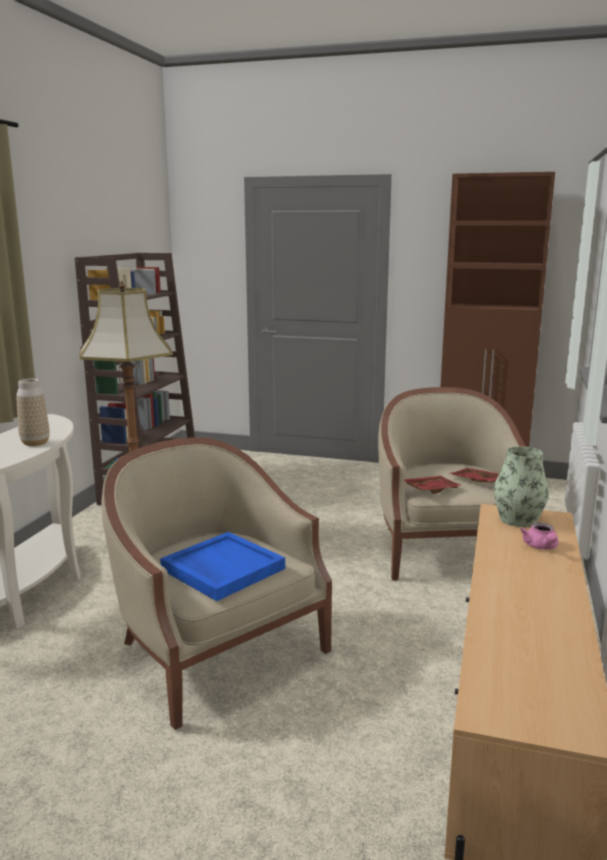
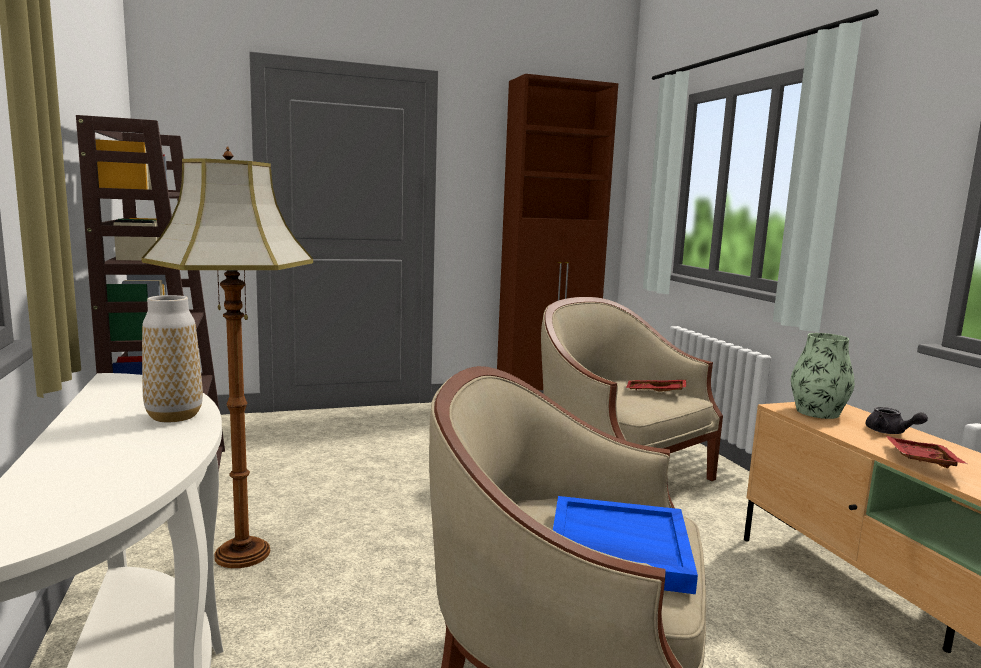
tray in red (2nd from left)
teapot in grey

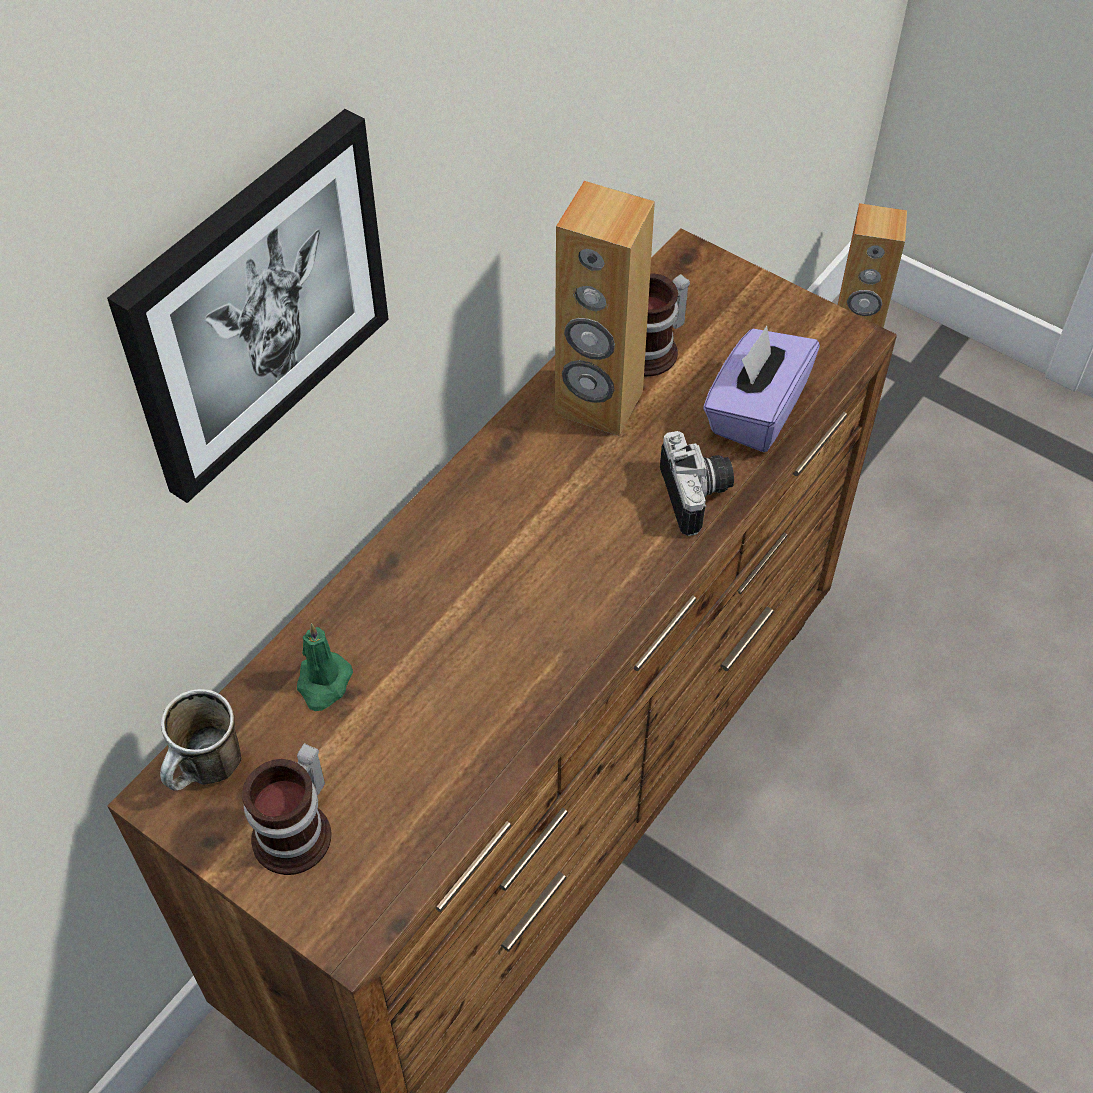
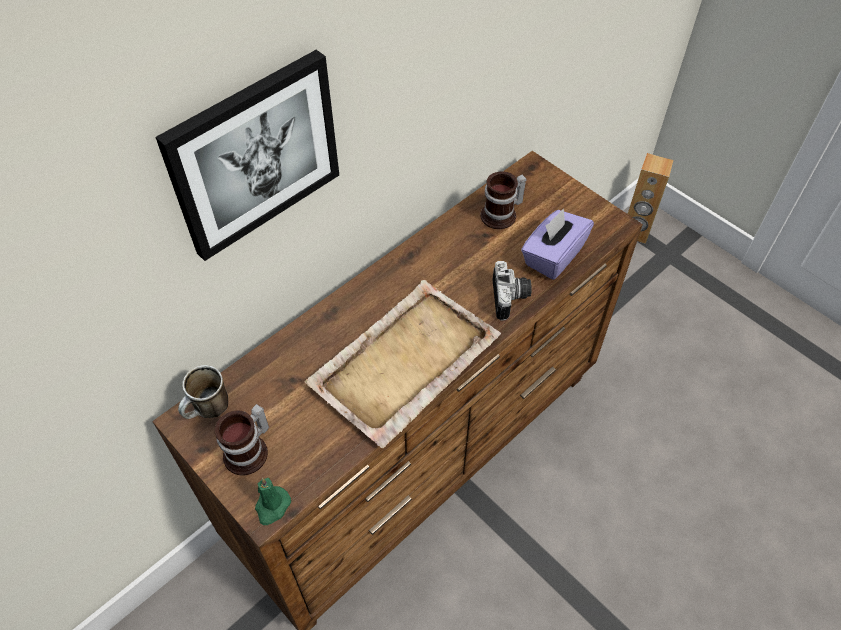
speaker in brown (1st from left in the first image)
tray in beige
candle in green

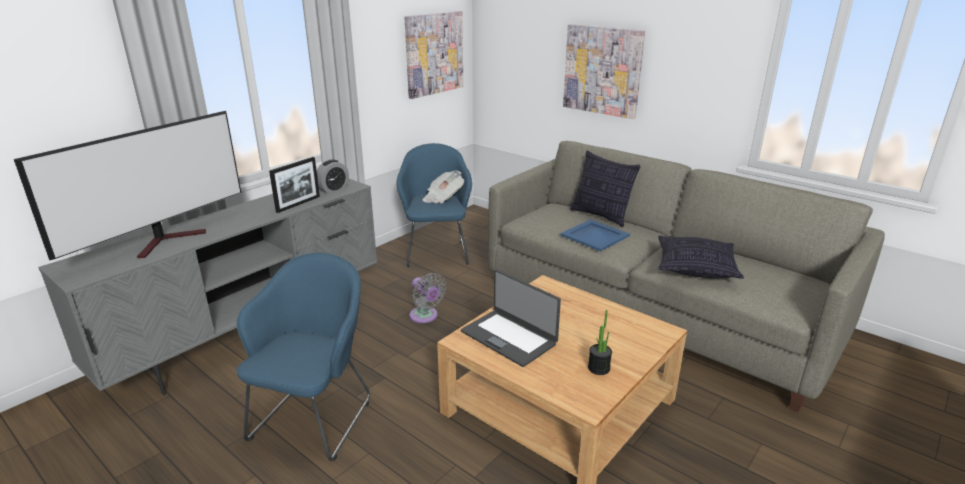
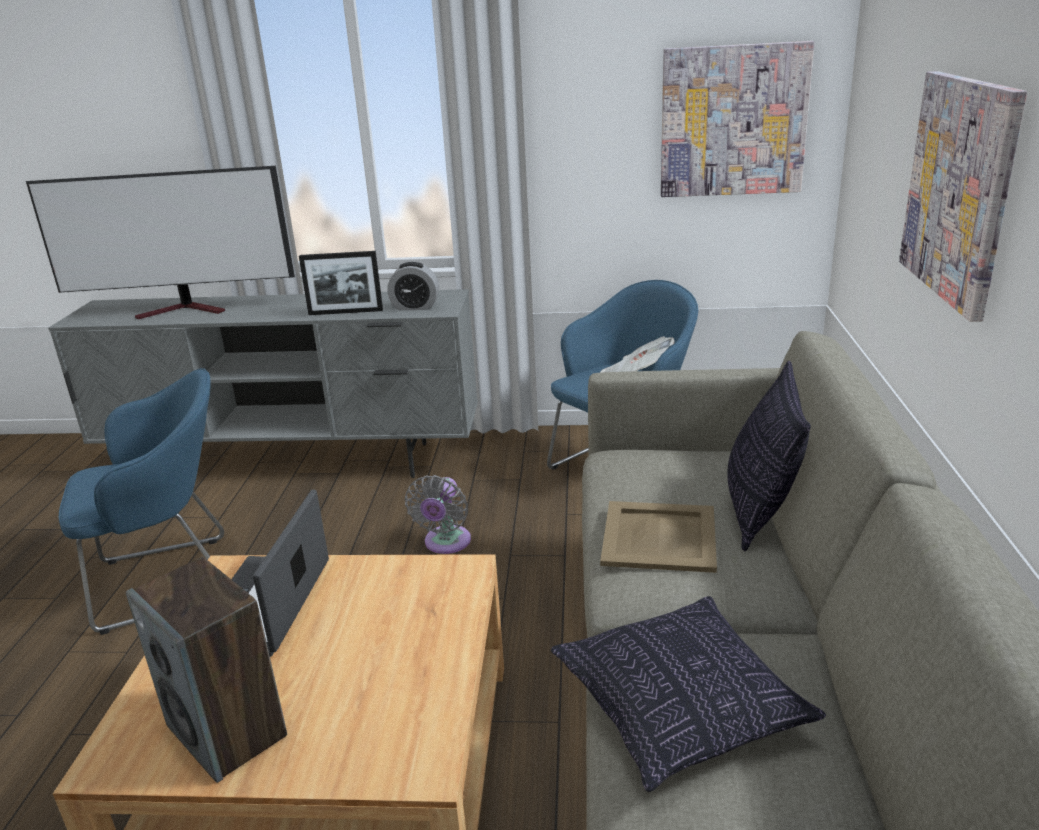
speaker
tray in beige

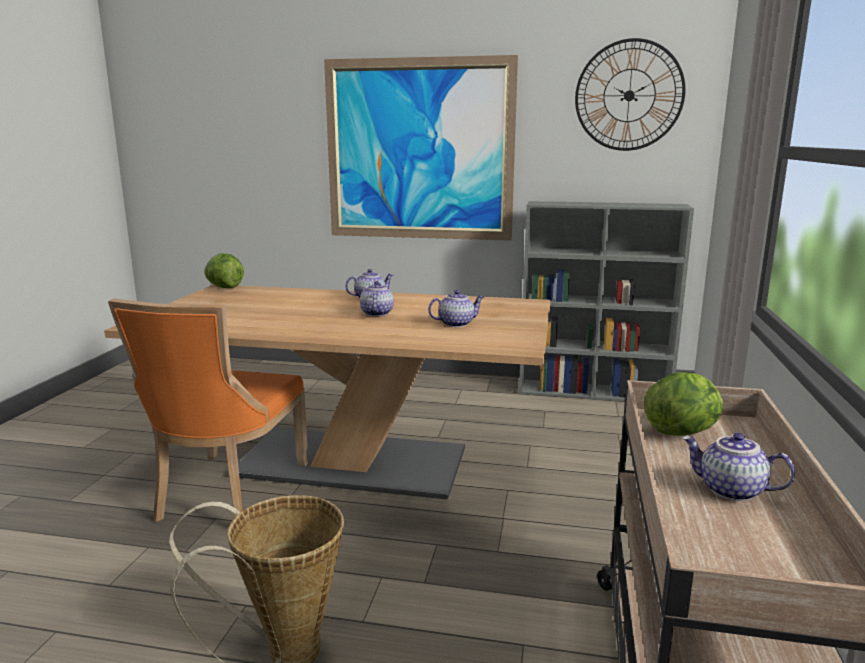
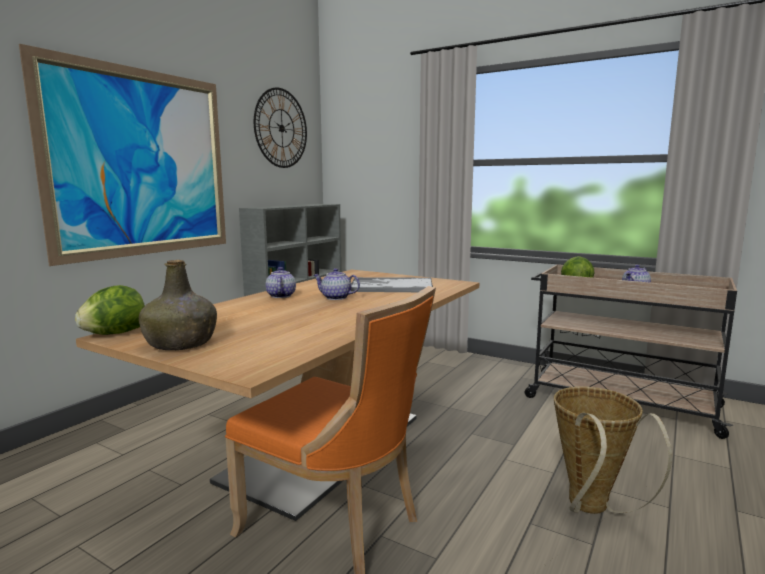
bottle in green
tray

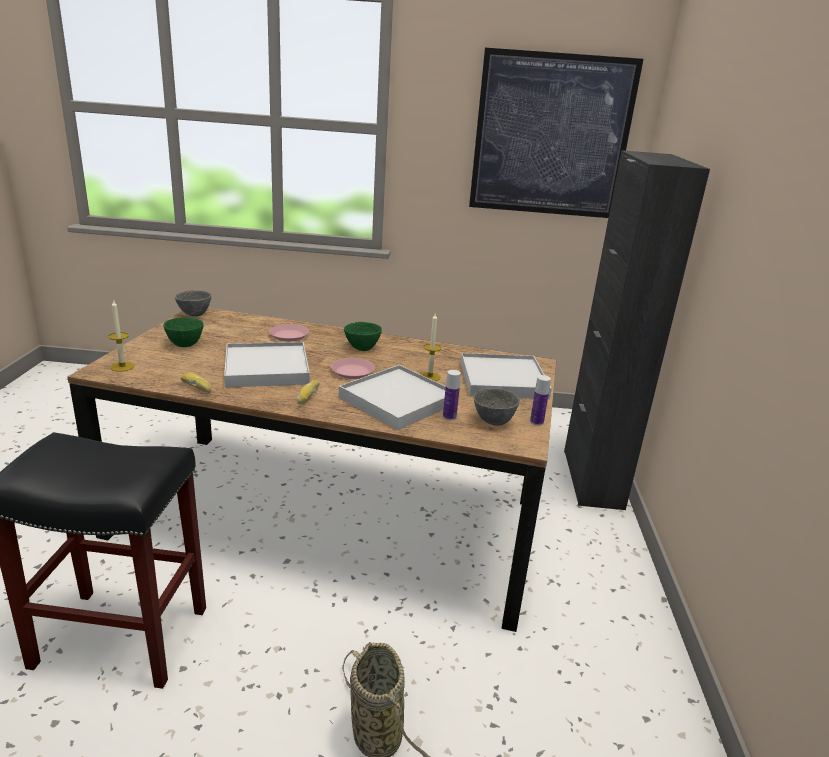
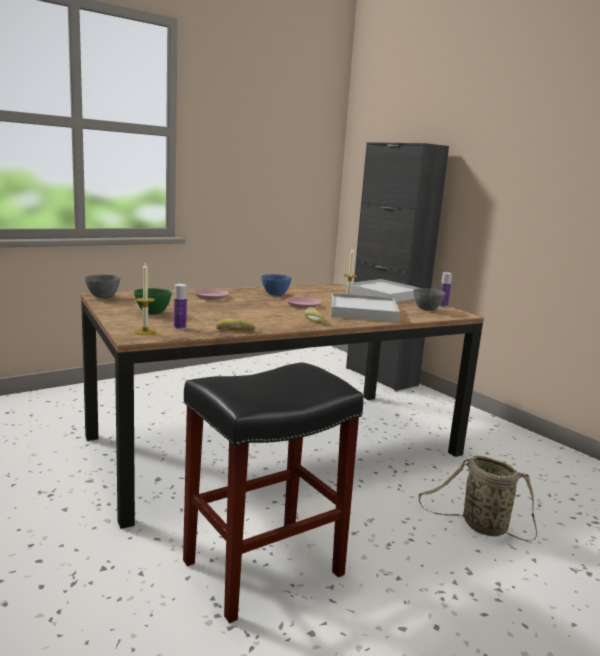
tray in white (1st from left in the first image)
picture
bottle (1st from left)
bowl in blue

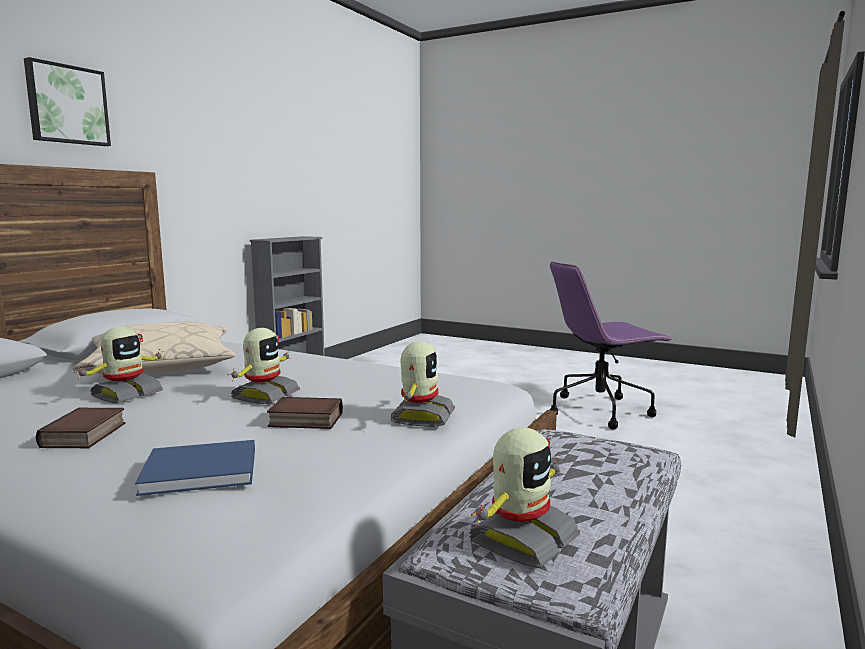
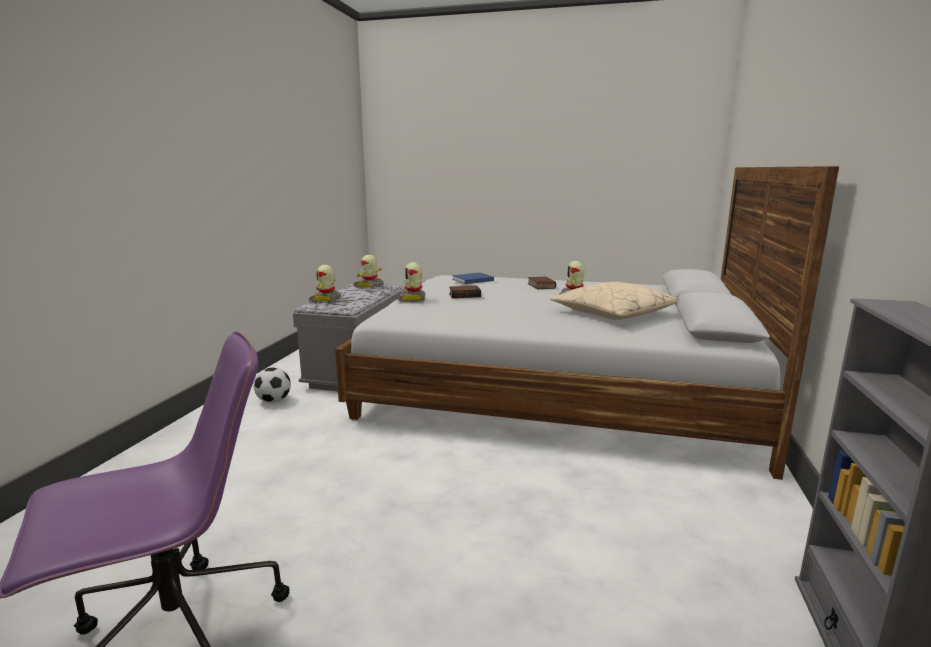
picture
football
toy robot (1st from left)

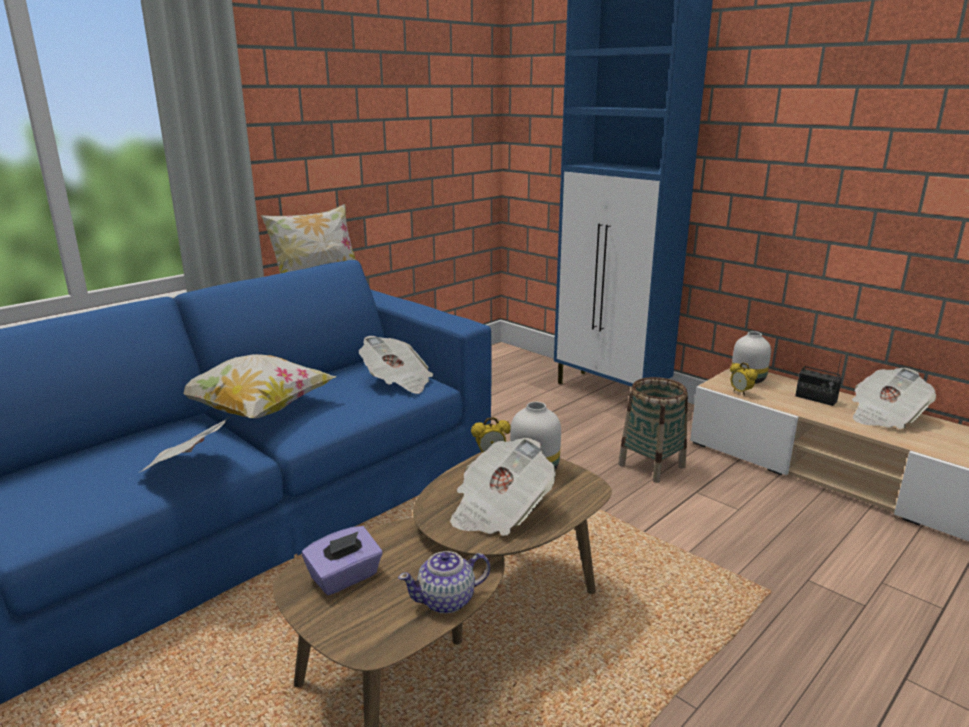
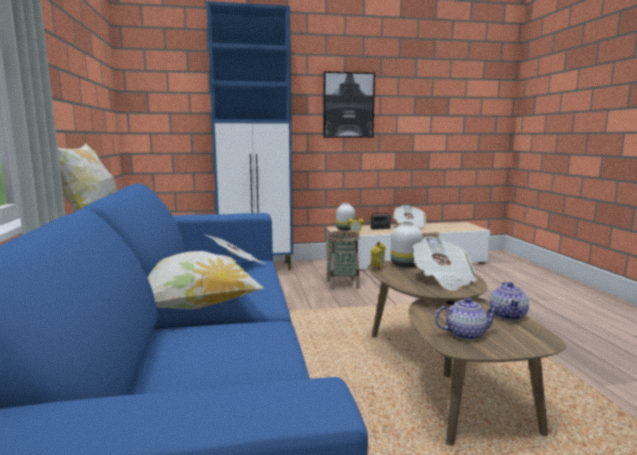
newspaper (1st from left in the first image)
picture
teapot (1st from left)

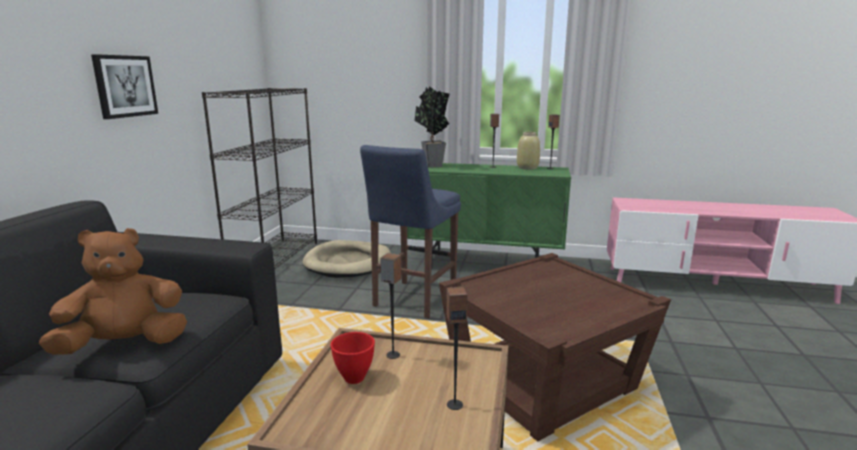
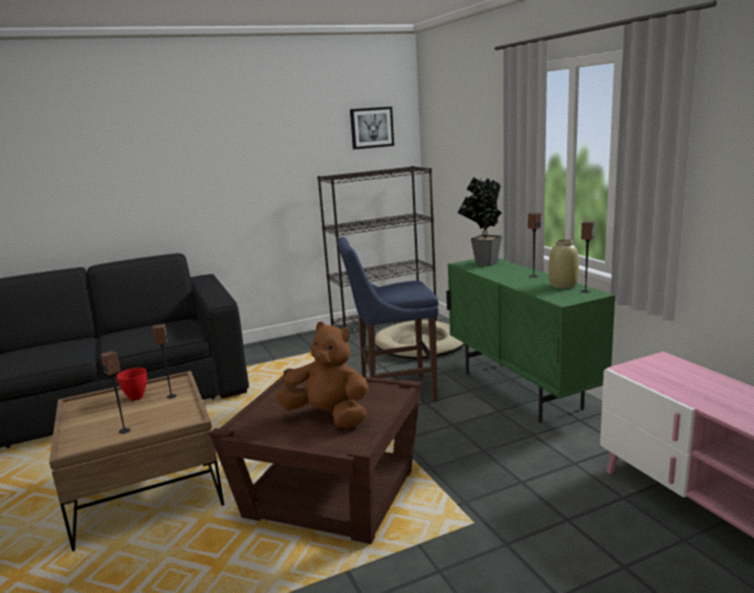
plush toy in brown
picture

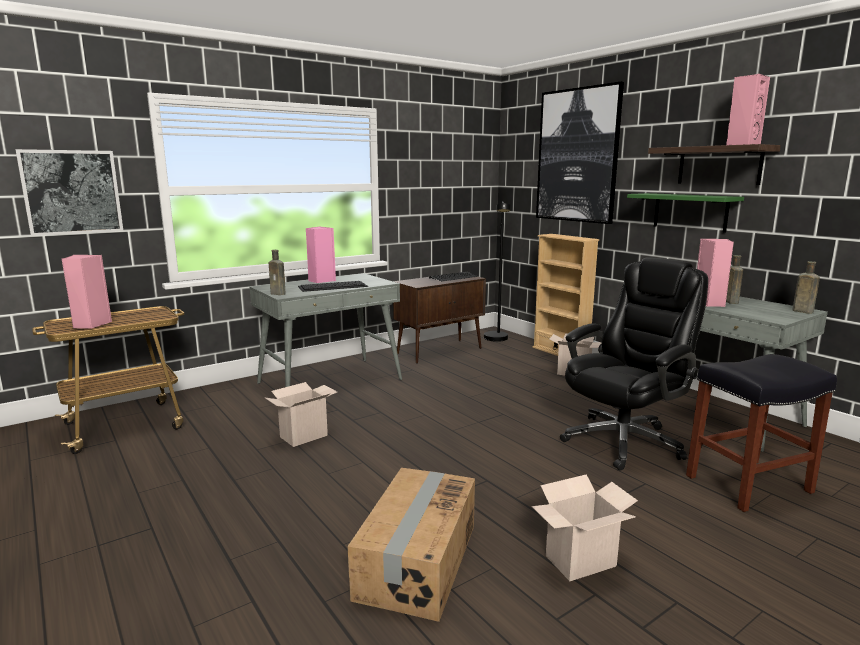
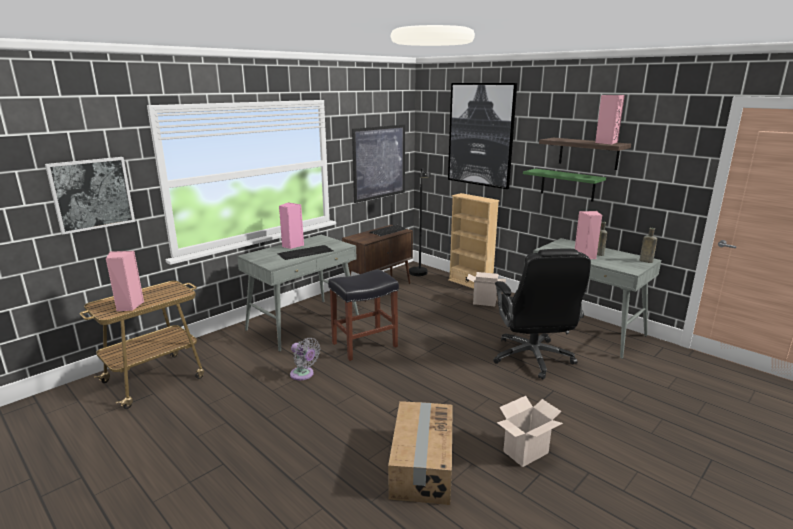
bottle in brown (1st from left in the first image)
picture (2nd from left)
stool in black
fan in grey
office chair in black

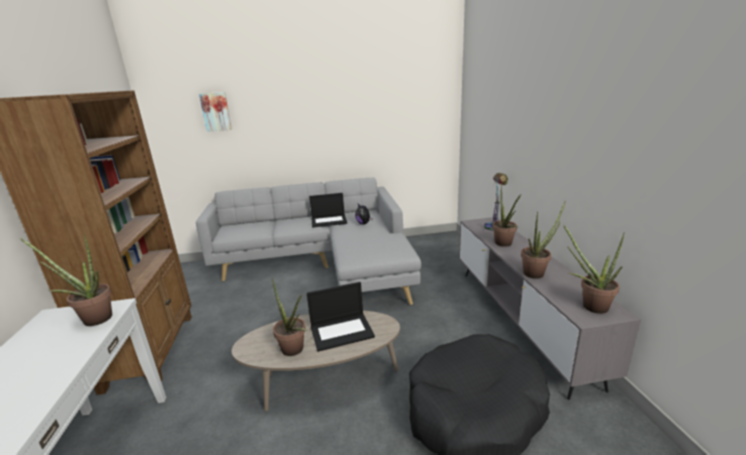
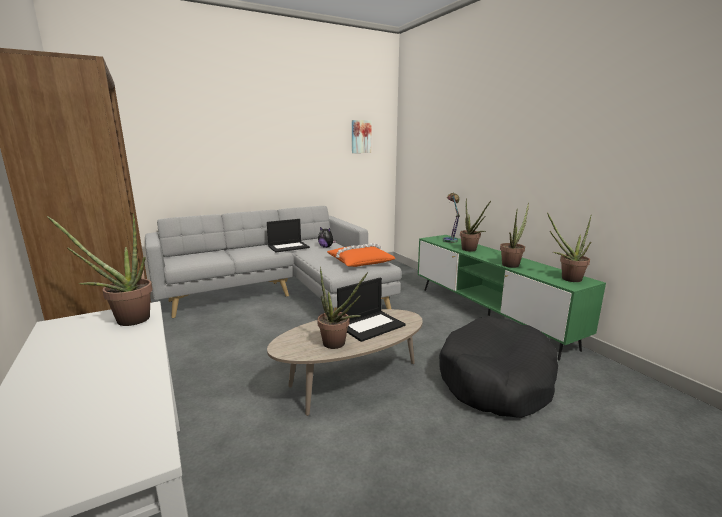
pillow in orange
picture
tv stand in green

